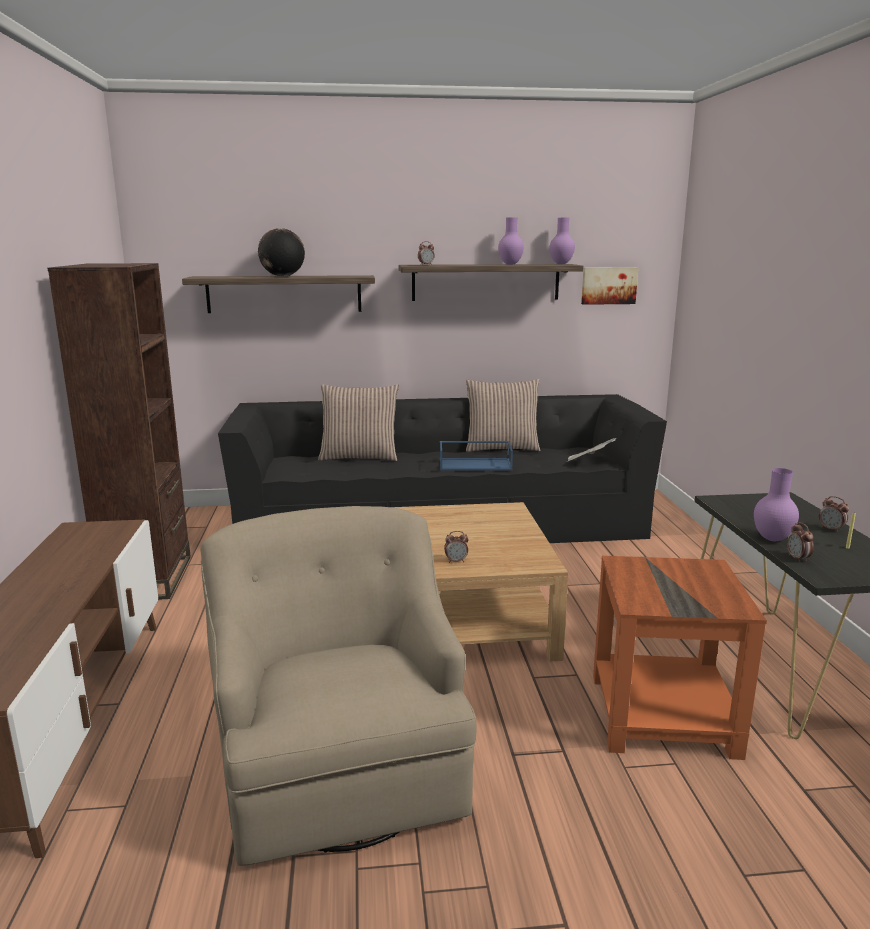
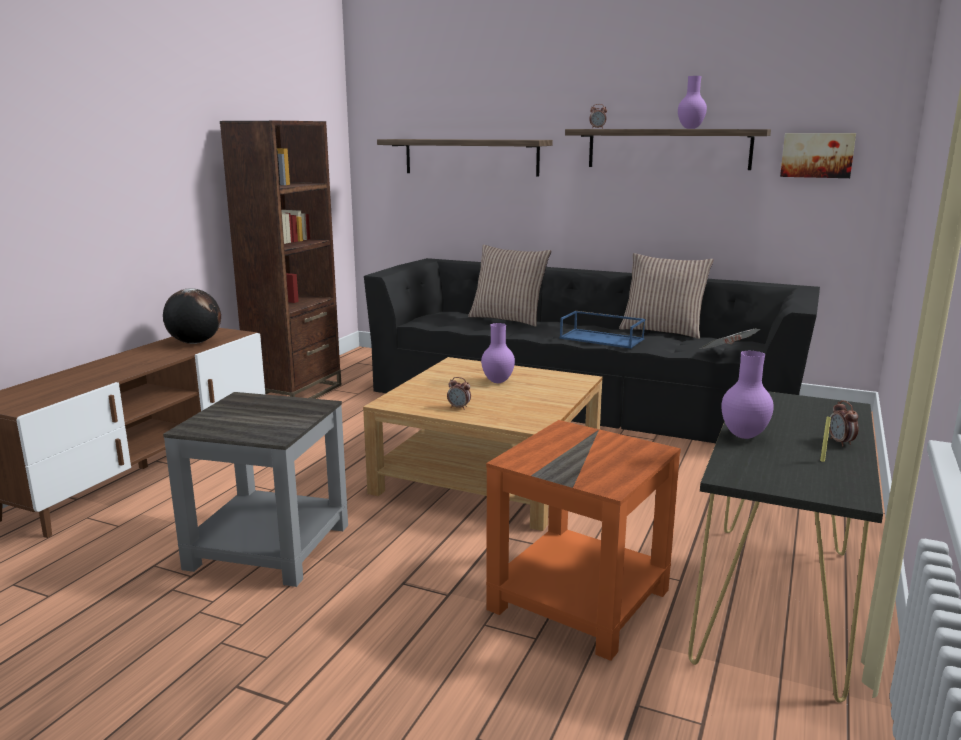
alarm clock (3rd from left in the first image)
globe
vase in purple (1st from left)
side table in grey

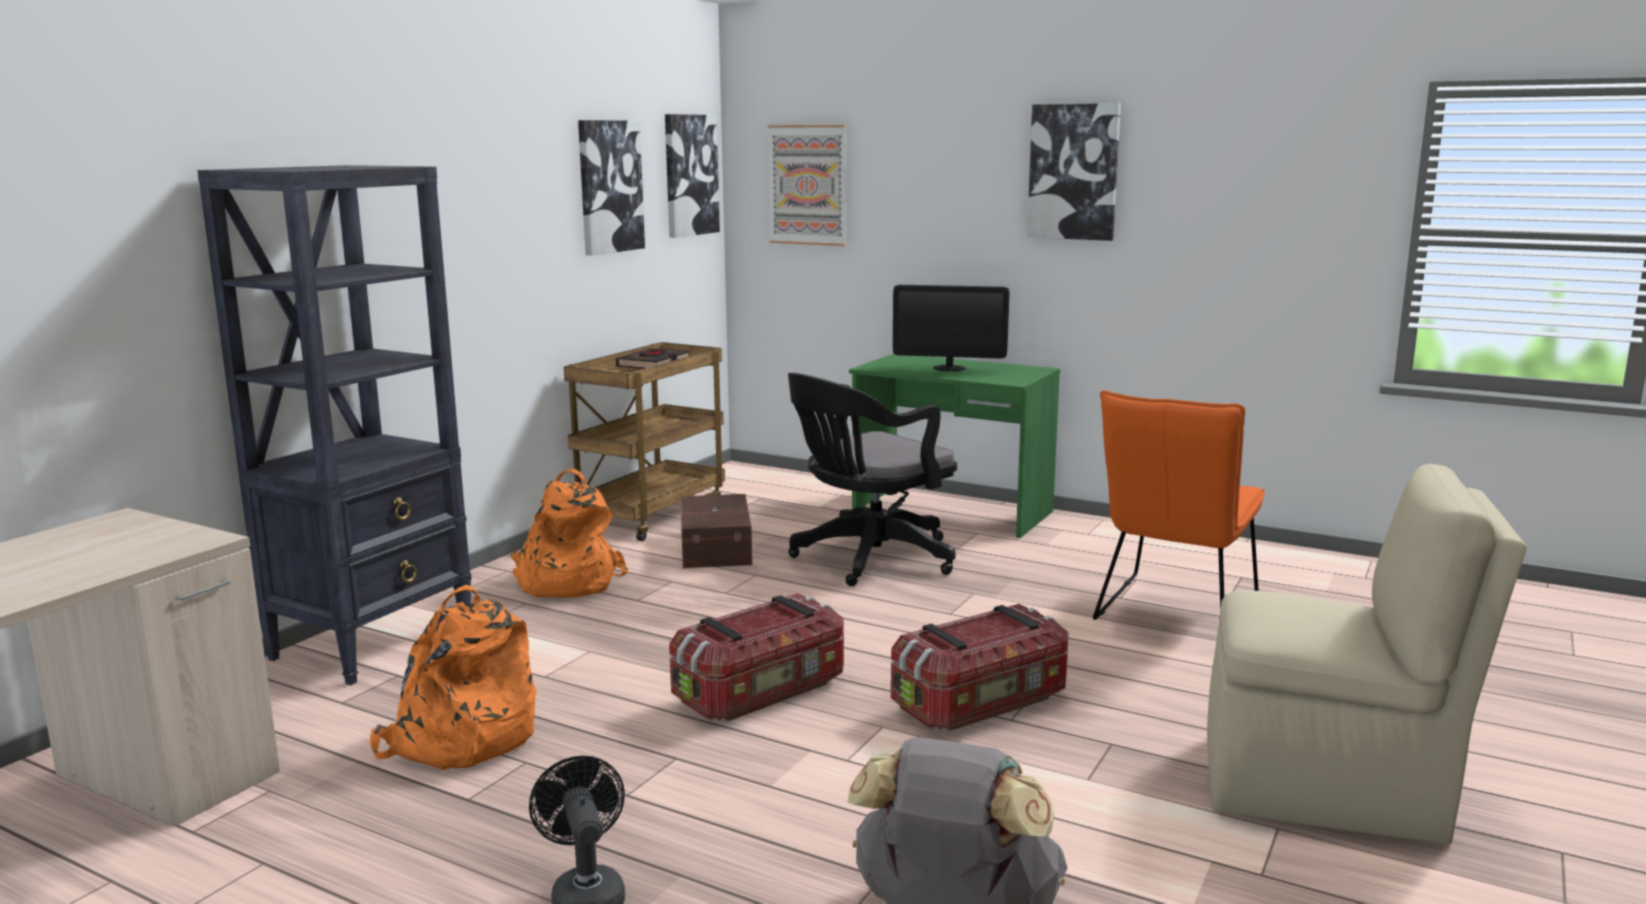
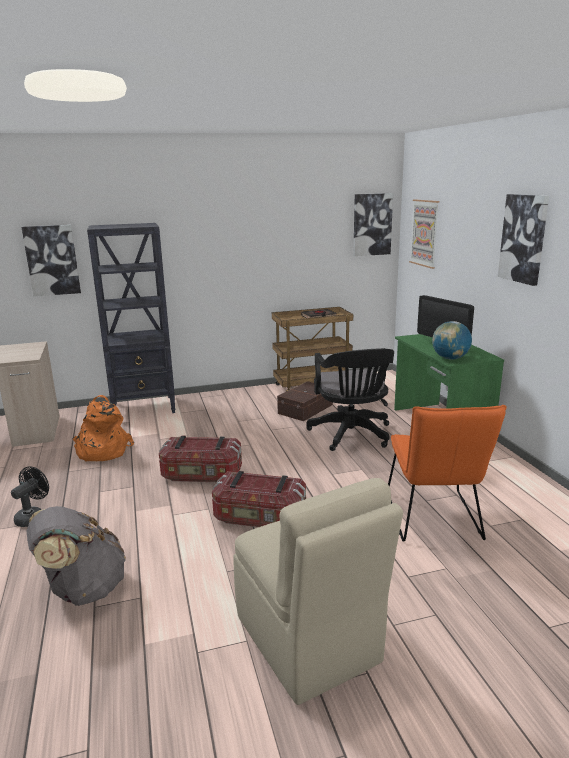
backpack in orange (2nd from left in the first image)
globe
picture (1st from left)
office chair in black
chair in orange

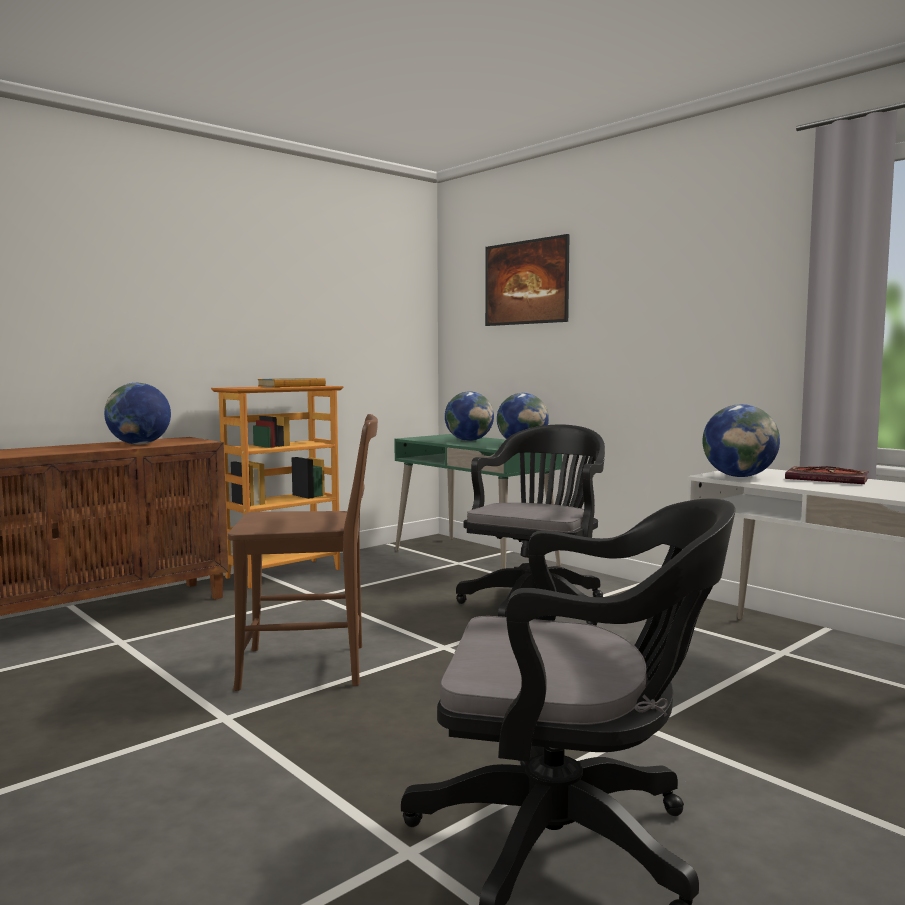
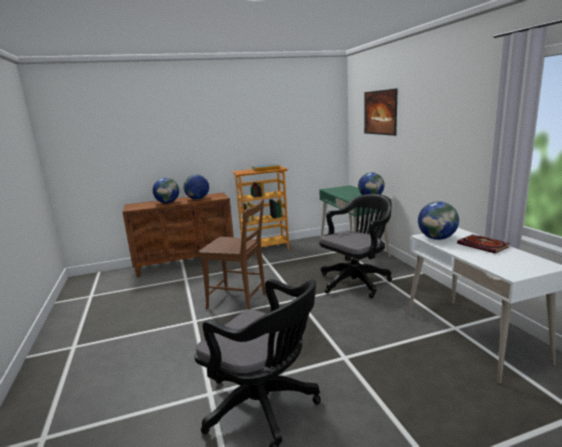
globe (1st from left)

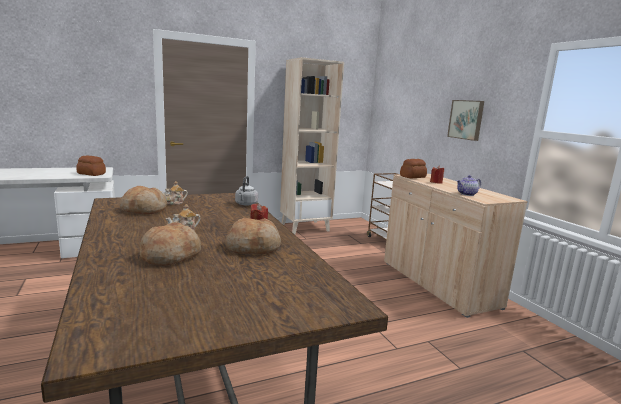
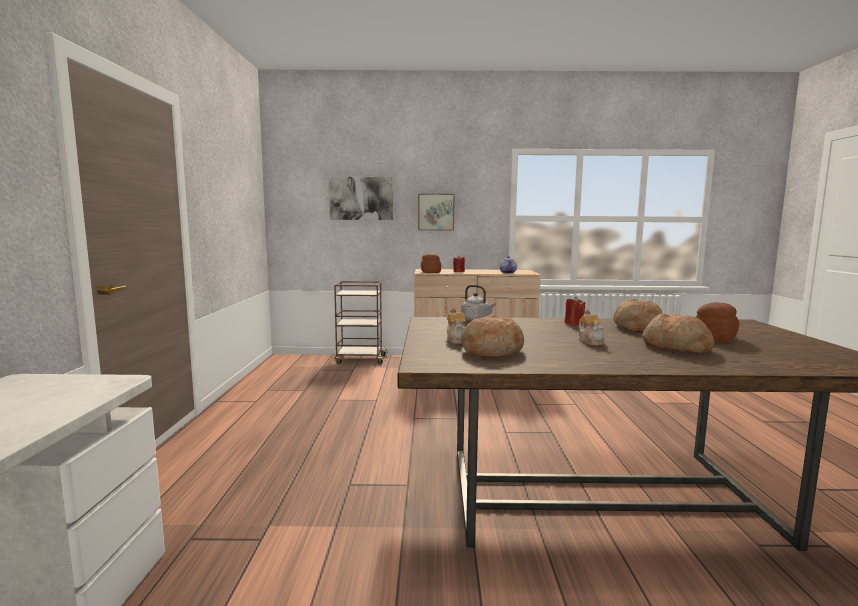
bookcase in beige
picture (1st from left)
bread (5th from left)

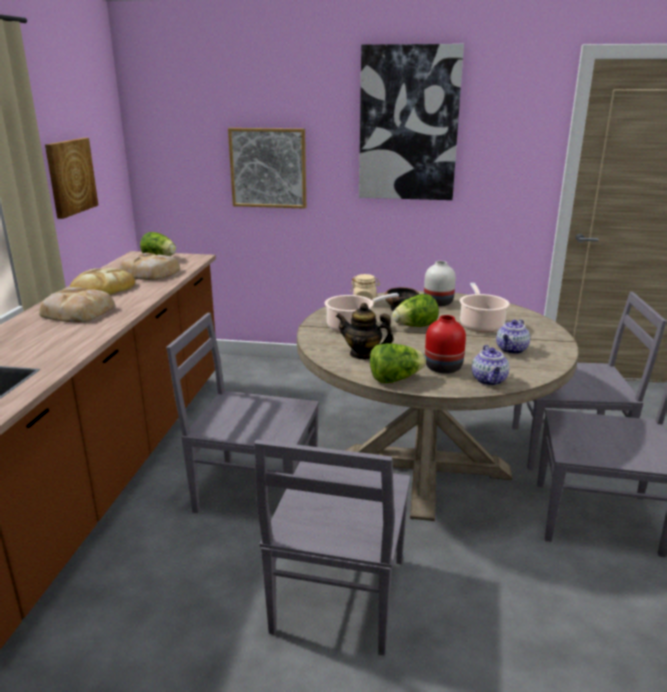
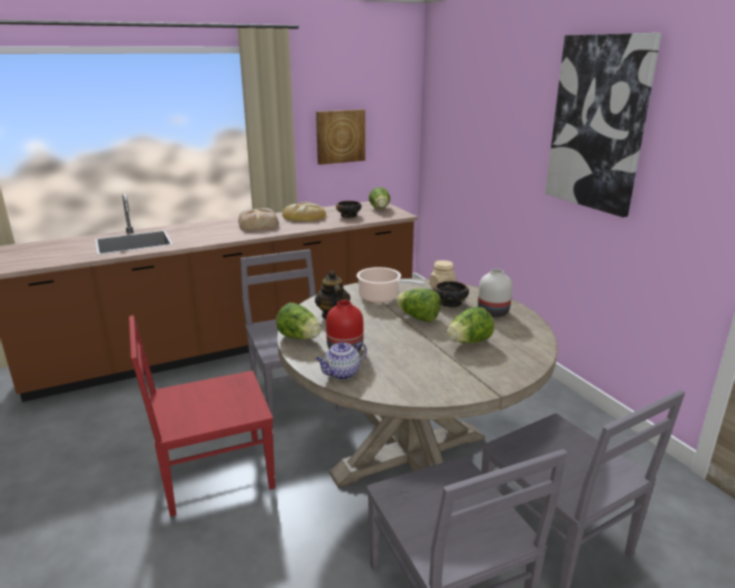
picture (2nd from left in the first image)
teapot (3rd from left in the first image)
bowl (1st from left)
lettuce (4th from left)
chair in red

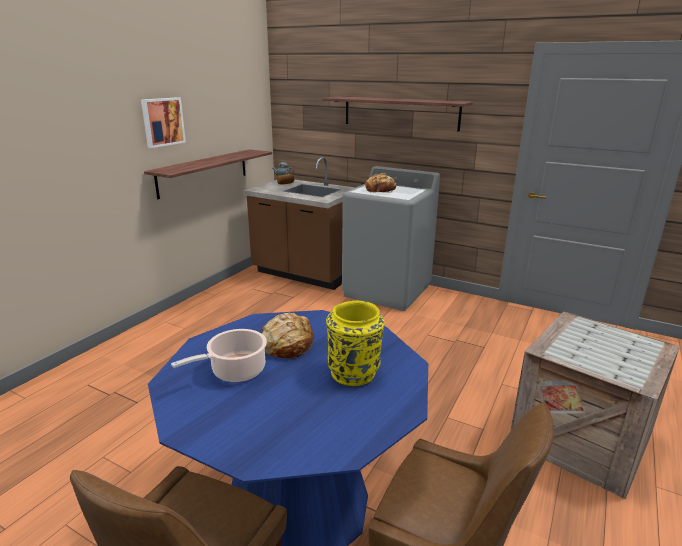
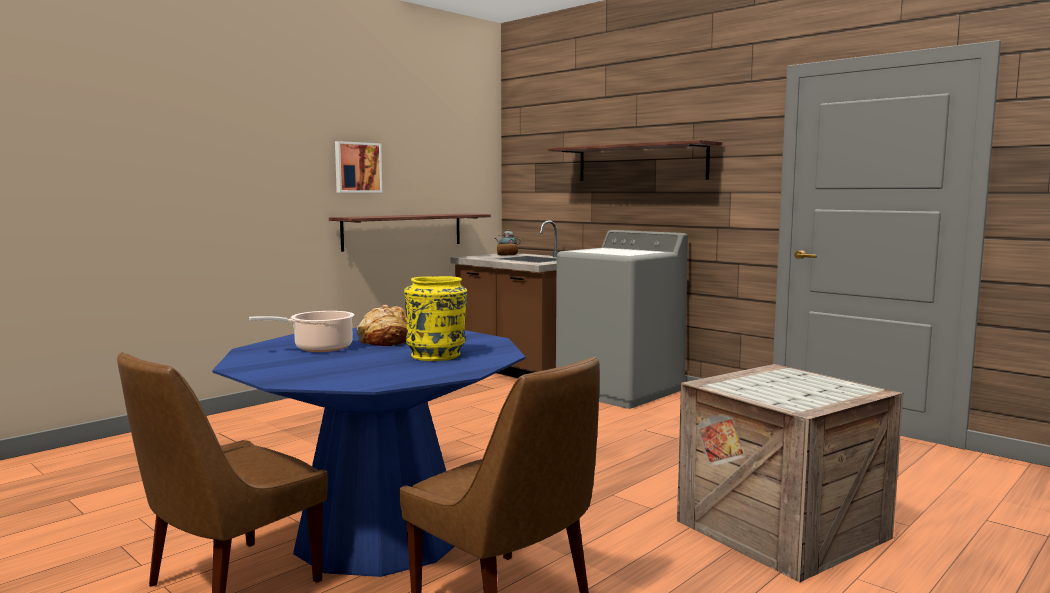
bread (3rd from left in the first image)

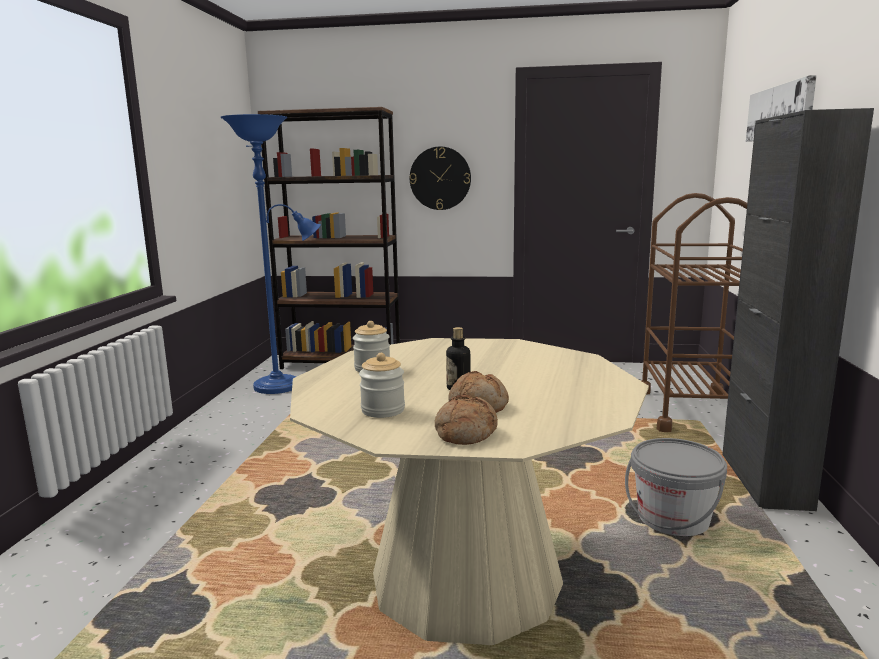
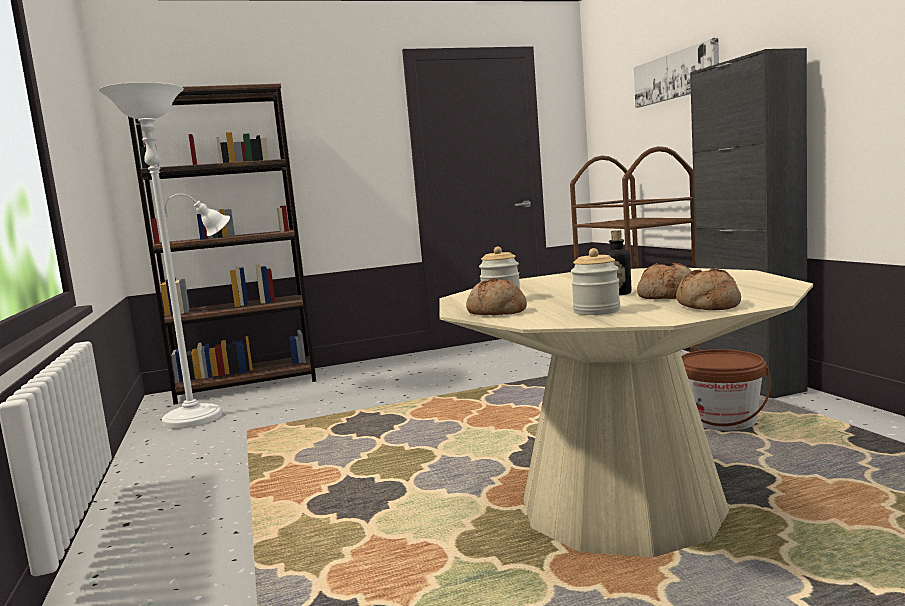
wall clock
bread (1st from left)
floor lamp in white
bucket in brown

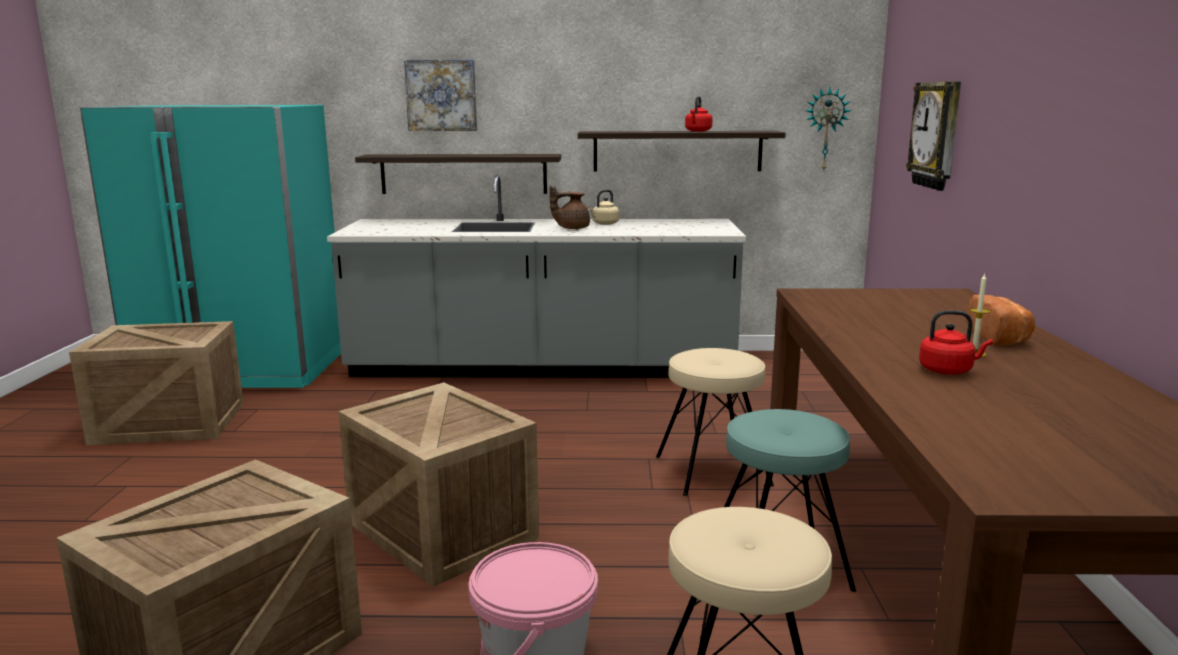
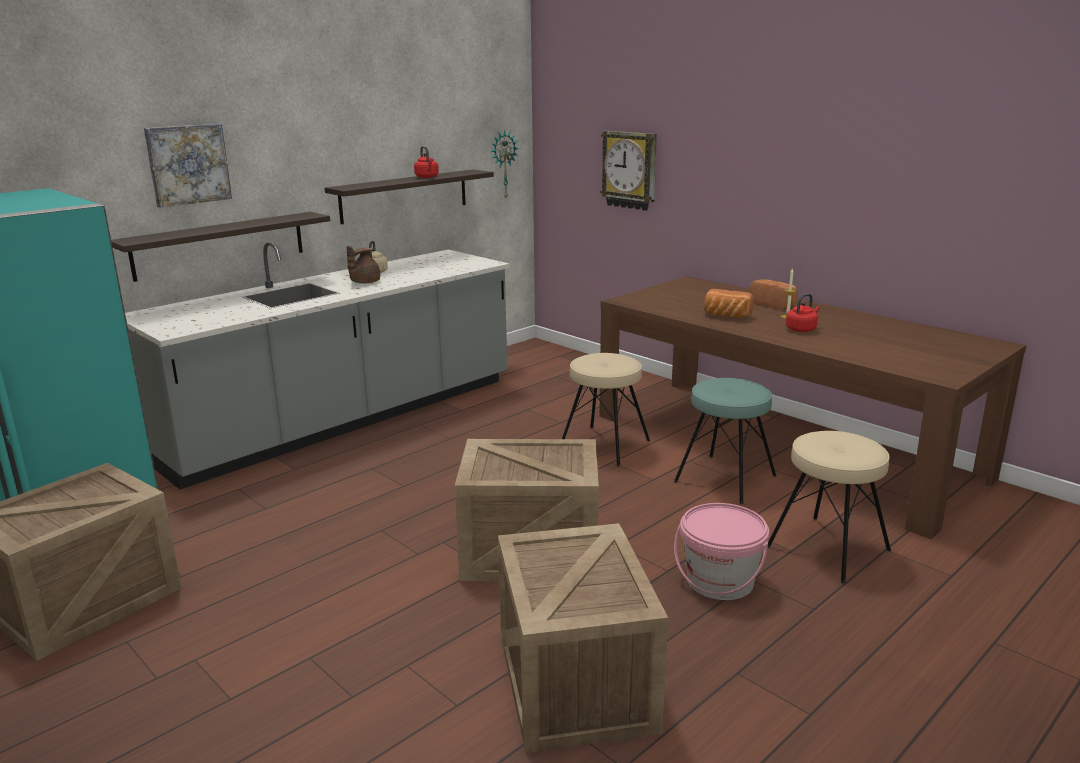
bread (1st from left)

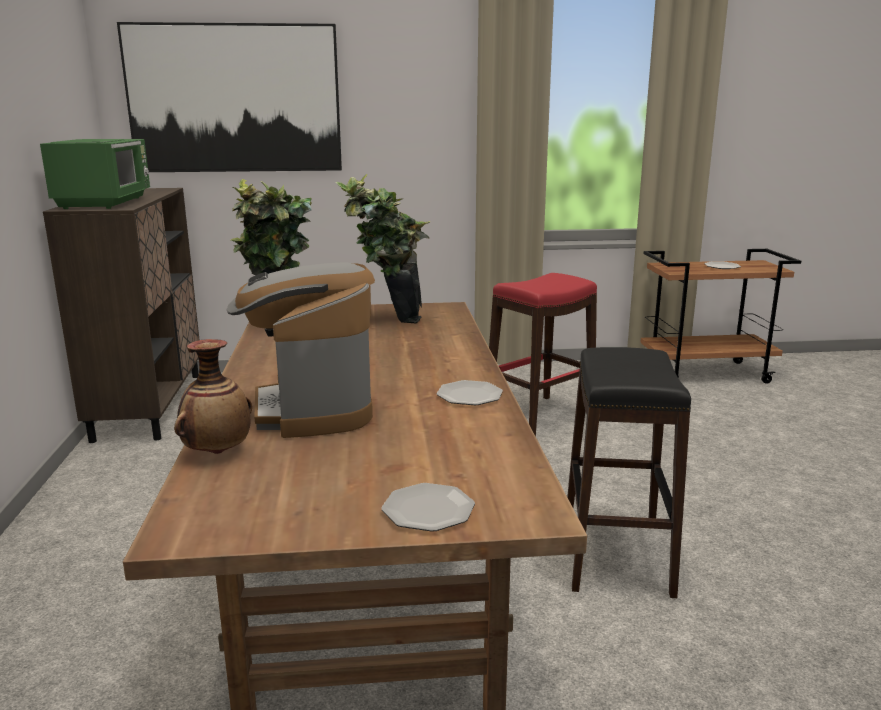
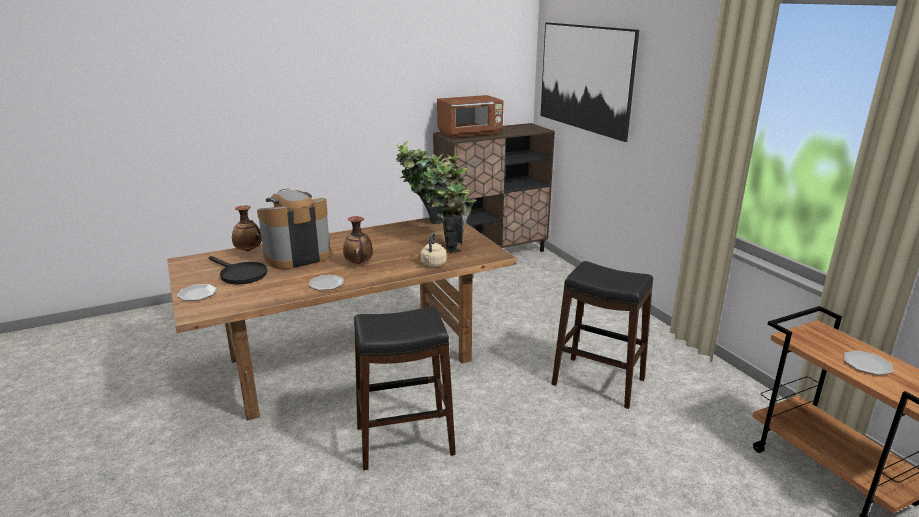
frying pan in black
vase (2nd from left)
kettle in beige
microwave in brown
stool in black (2nd from left)

